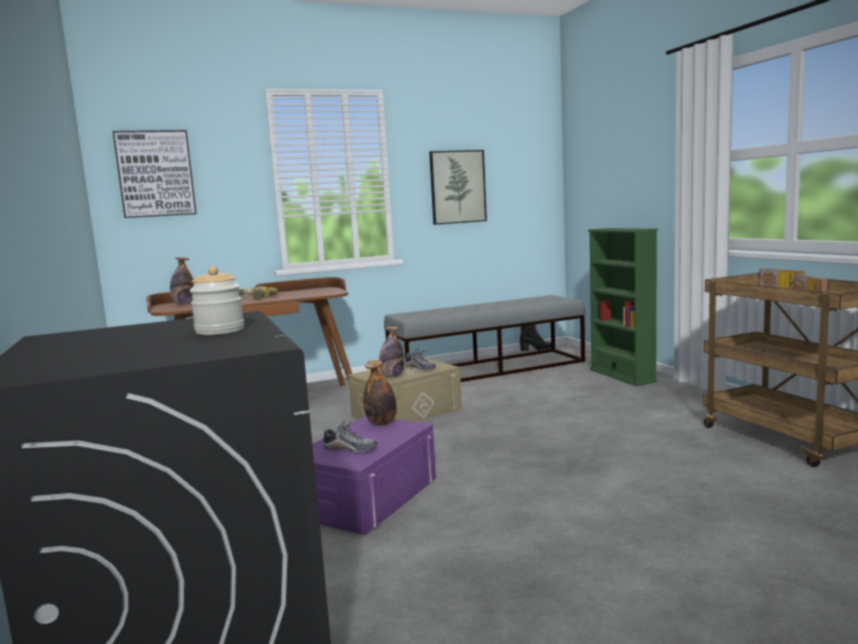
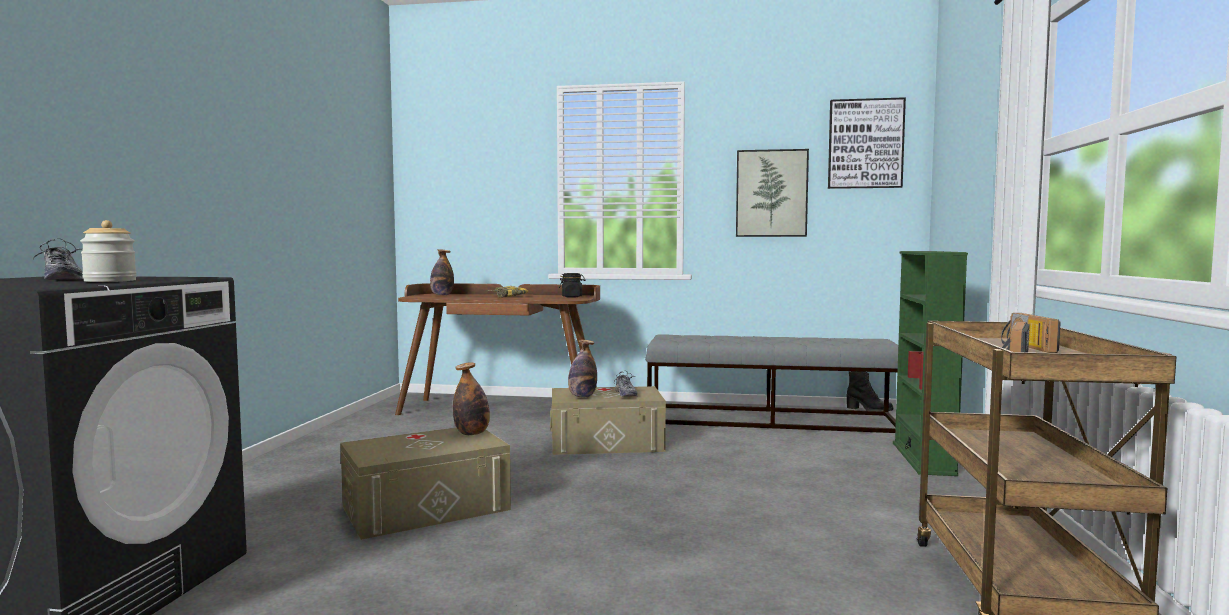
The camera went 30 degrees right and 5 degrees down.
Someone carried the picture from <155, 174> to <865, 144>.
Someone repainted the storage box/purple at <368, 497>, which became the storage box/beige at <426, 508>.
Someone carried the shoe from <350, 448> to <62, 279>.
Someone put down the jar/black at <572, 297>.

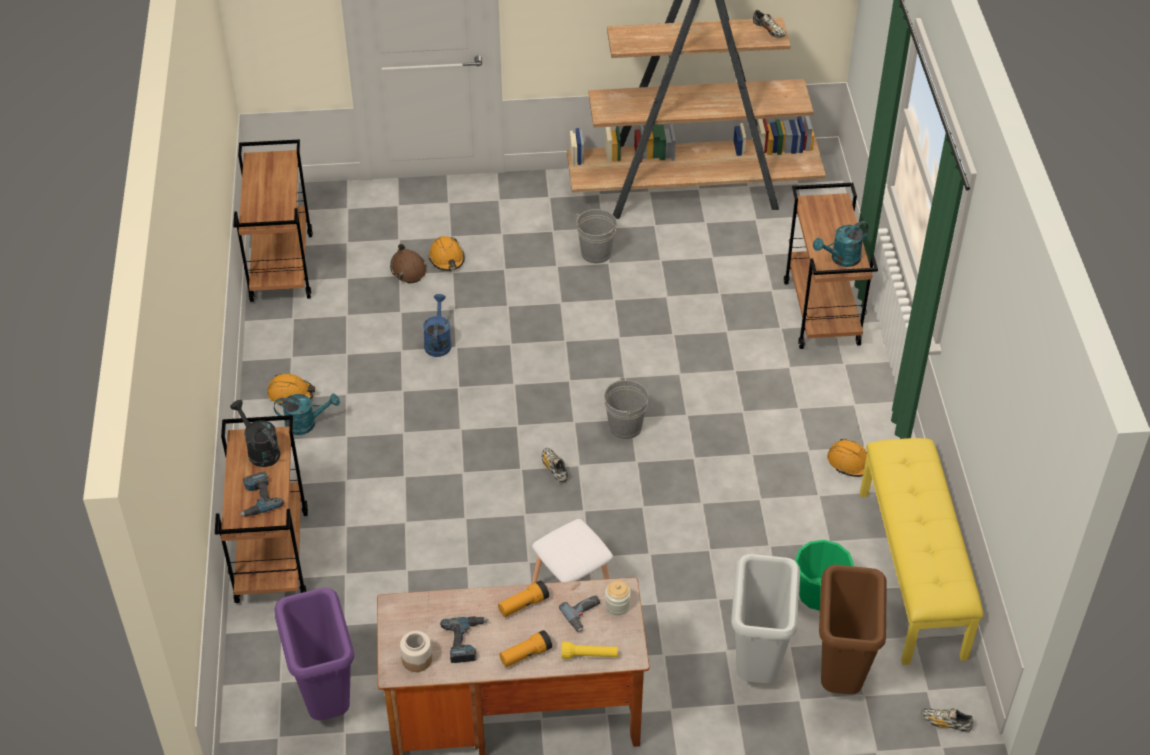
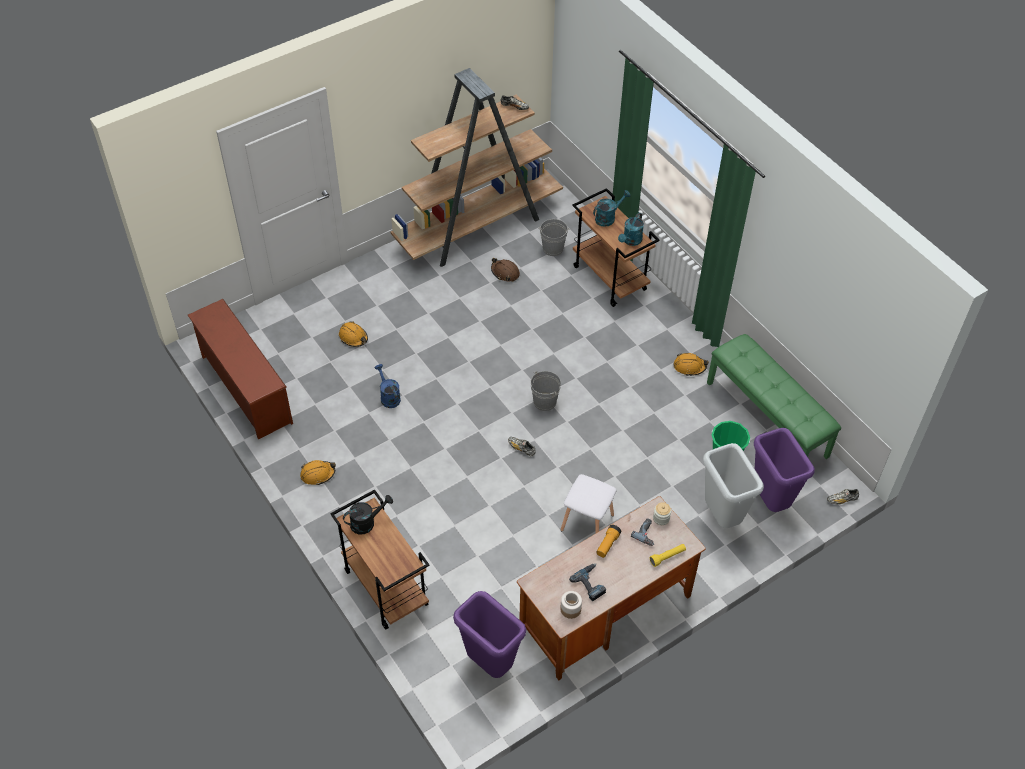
The camera went 30 degrees left and 5 degrees up.
Someone rotated the watering can/black at <260, 450> by 135 degrees clockwise.
Someone swapped the cart/brown at <281, 267> for the shoe rack/brown at <245, 389>.
Someone took away the power drill at <257, 499>.
Someone carried the watering can/turquoise from <306, 424> to <608, 217>.
Someone carried the hard hat/brown from <408, 269> to <505, 272>.
Someone took away the flashlight at <525, 655>.
Someone carried the bucket/grey from <596, 253> to <552, 248>.
Someone repainted the trash can/brown at <838, 677>, which became the trash can/purple at <769, 501>.
Someone repainted the bench/yellow at <913, 573>, which became the bench/green at <767, 419>.

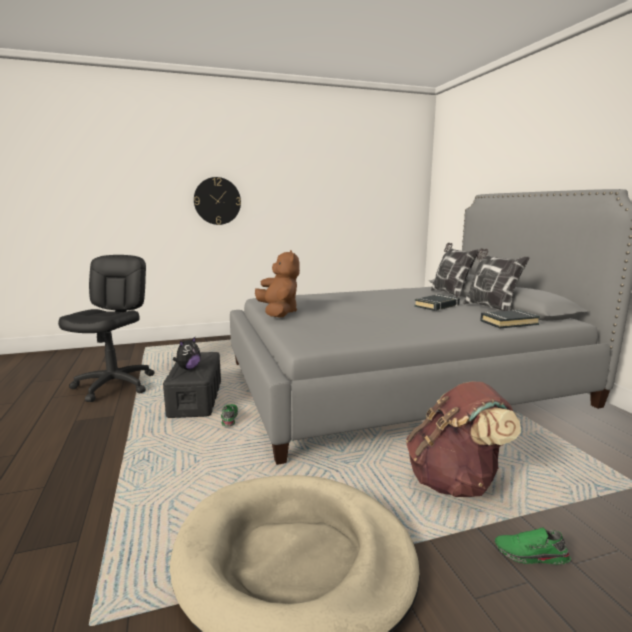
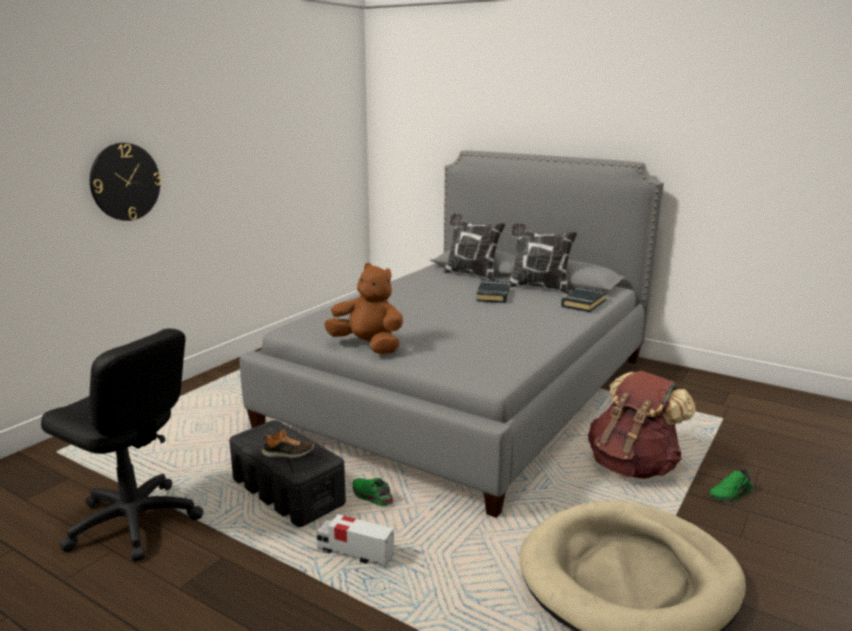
The camera went 40 degrees left and 5 degrees up.
Someone rotated the office chair/black at <114, 385> by 150 degrees clockwise.
Someone swapped the plush toy at <188, 368> for the shoe at <288, 453>.
Someone put down the toy truck at <354, 554>.

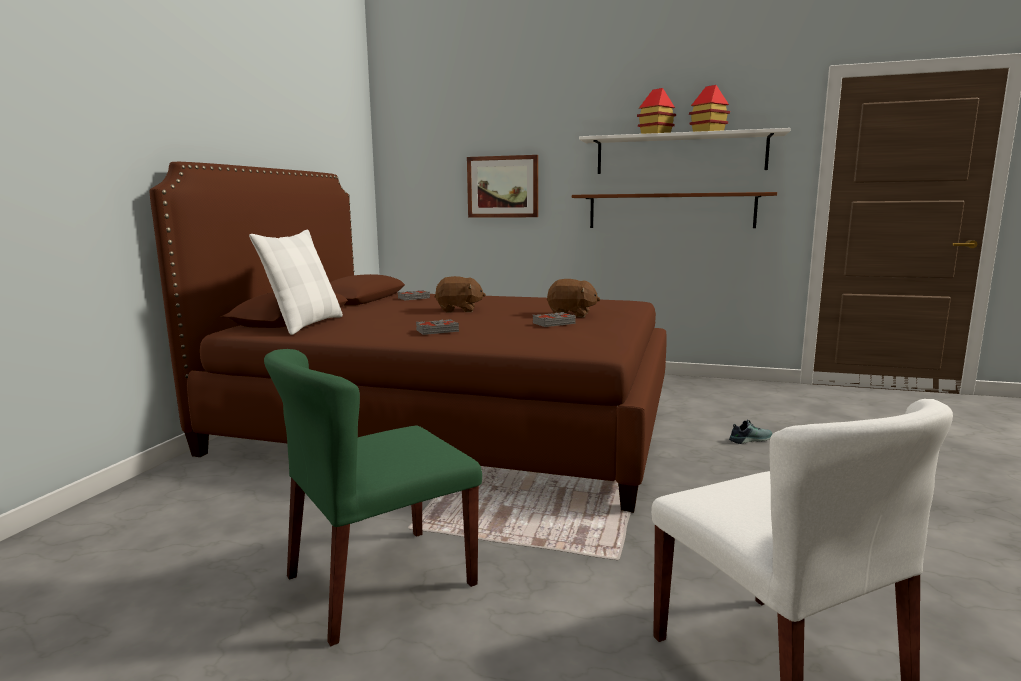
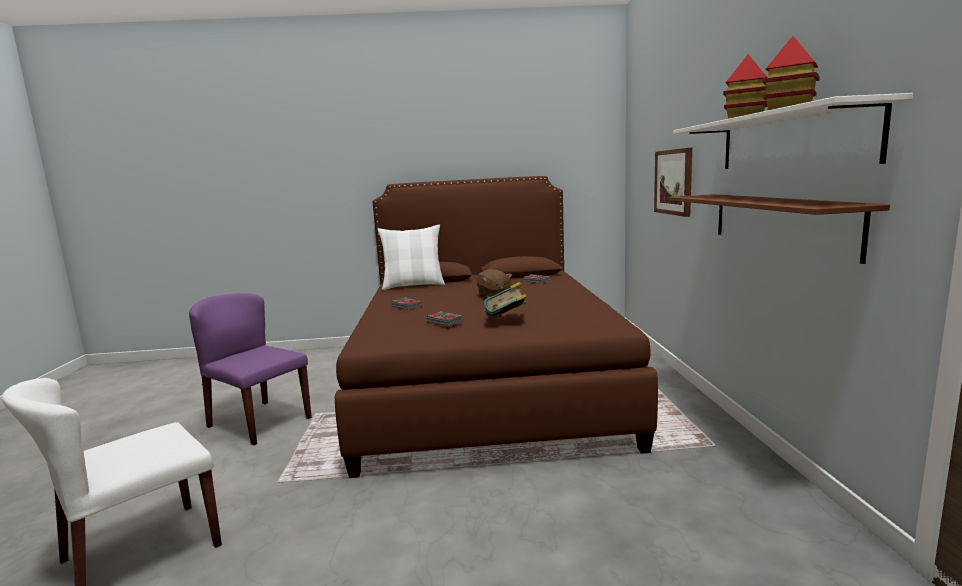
The camera went 70 degrees right and 0 degrees up.
Someone repainted the chair/green at <379, 581>, which became the chair/purple at <259, 422>.
Someone swapped the plush toy/brown at <571, 314> for the book at <506, 321>.
Someone took away the shoe at <749, 439>.

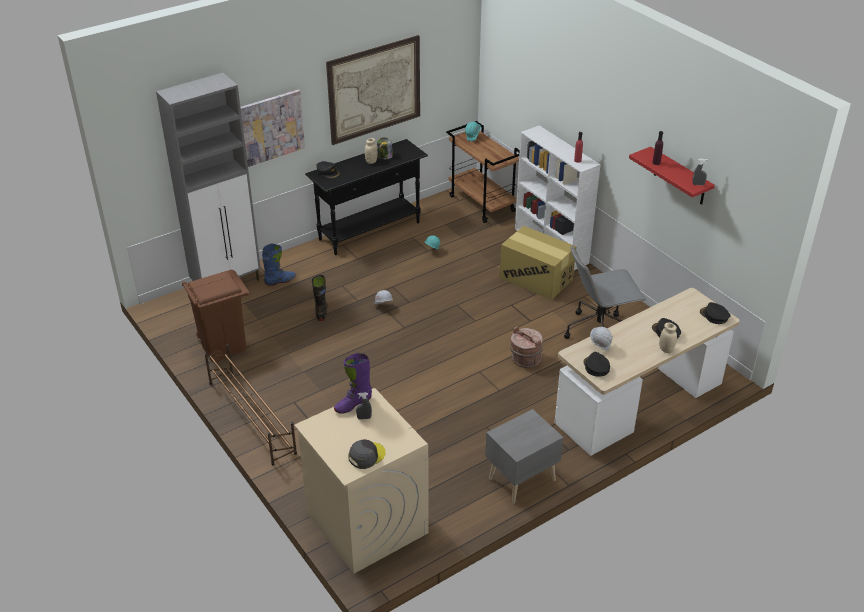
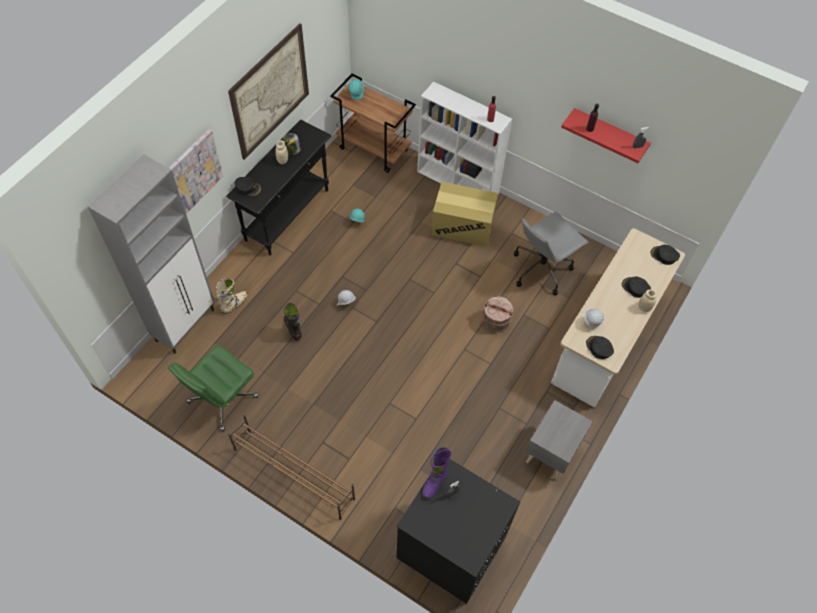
The camera went 25 degrees left and 20 degrees up.
Someone swapped the trash can/brown at <223, 345> for the office chair/green at <222, 400>.
Someone repainted the boot/blue at <280, 281>, which became the boot/beige at <235, 304>.
Someone repainted the washing machine/beige at <366, 522>, which became the washing machine/black at <450, 547>.
Someone took away the cap/grey at <366, 456>.

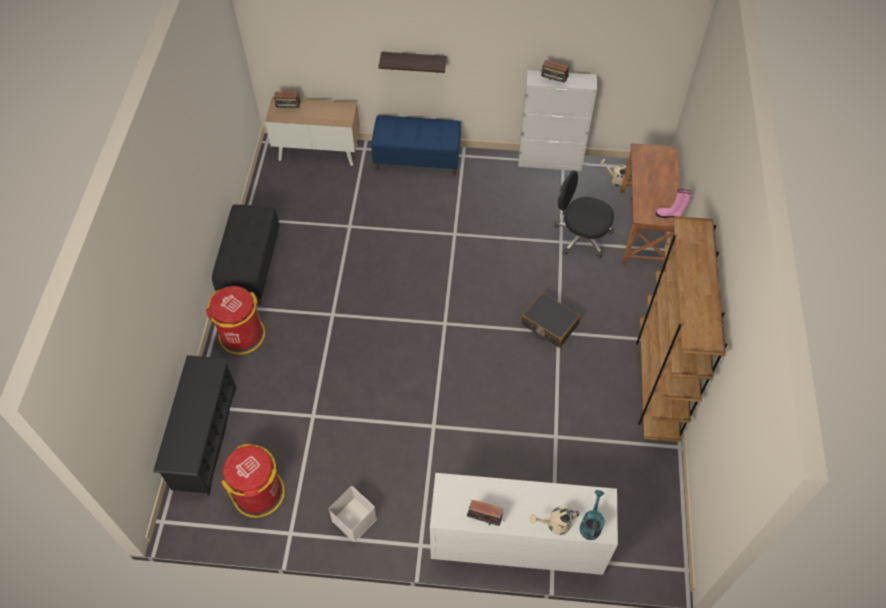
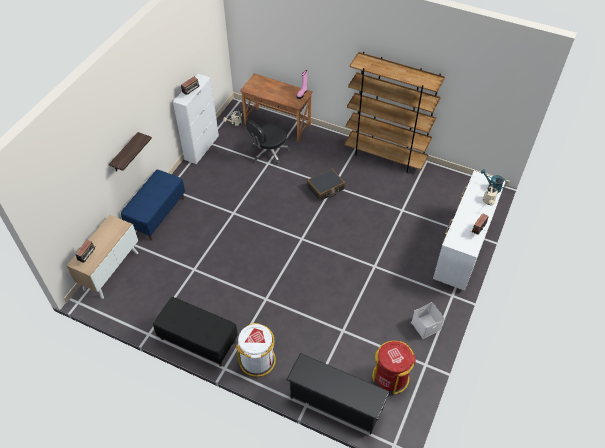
The camera went 70 degrees left and 5 degrees down.
Someone repainted the trash can/red at <241, 335>, which became the trash can/white at <258, 360>.

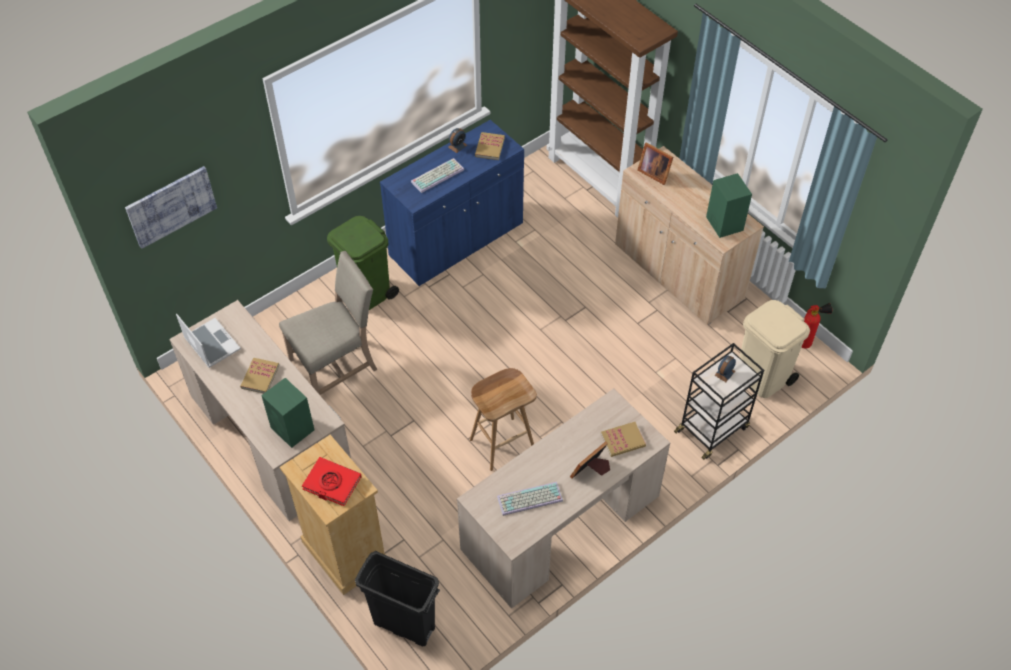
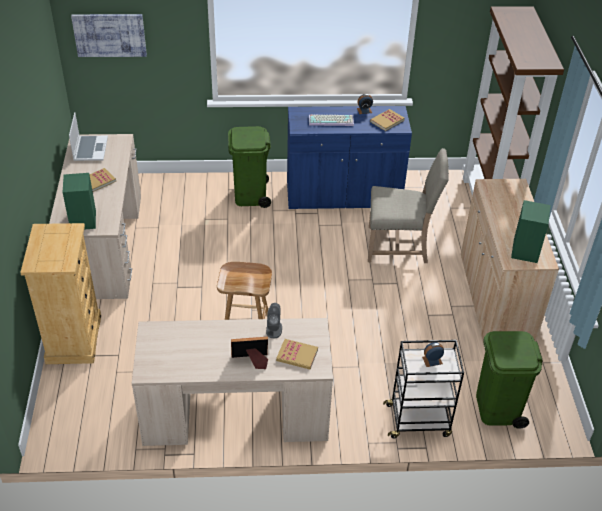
The camera went 35 degrees right and 10 degrees down.
Someone carried the chair/beige from <336, 365> to <399, 246>.
Someone took away the book/red at <332, 483>.
Someone took away the trash can/black at <403, 625>.
Someone took away the keyboard at <529, 500>.
Someone took away the picture frame at <654, 172>.
Someone repainted the trash can/beige at <762, 377>, which became the trash can/green at <498, 408>.
Someone took away the fire extinguisher at <807, 343>.
Someone put down the speaker/grey at <274, 329>.

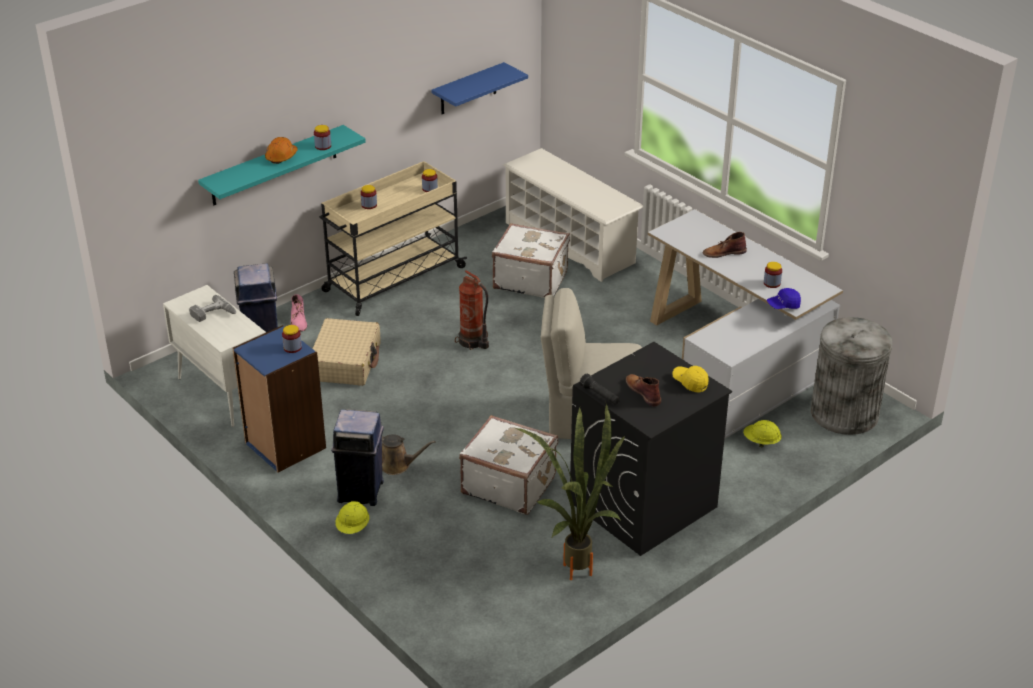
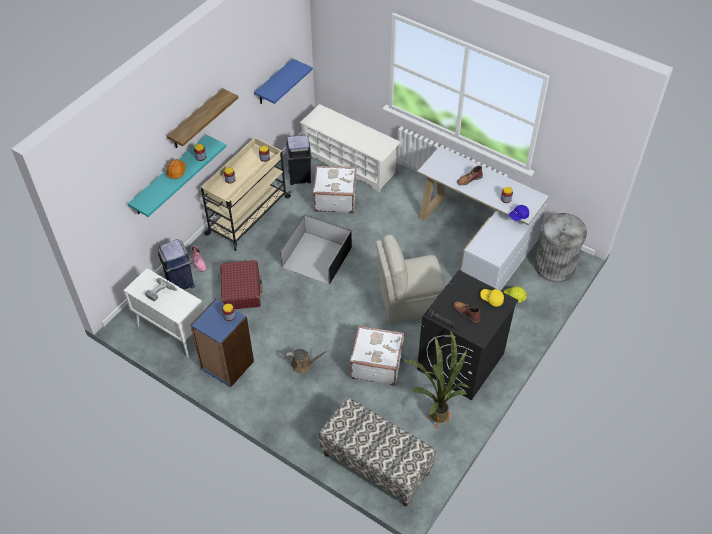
The camera went 15 degrees left and 15 degrees up.
Someone repainted the suitcase/beige at <345, 362>, which became the suitcase/red at <241, 290>.
Someone carried the trash can/blue from <361, 491> to <300, 176>.
Someone took away the hard hat/yellow at <353, 527>.
Someone swapped the fire extinguisher at <473, 342> for the storage box/black at <316, 257>.
Someone put up the shelf at <196, 119>.
Someone put down the bench at <375, 464>.

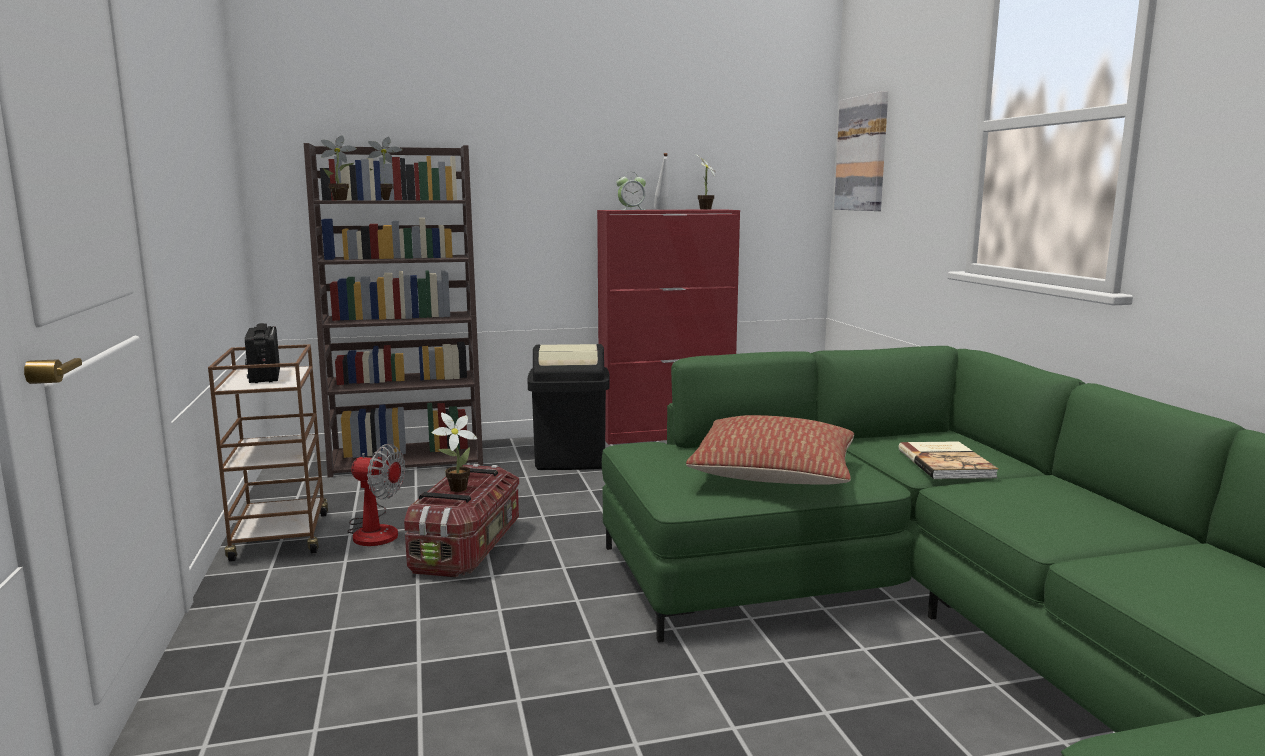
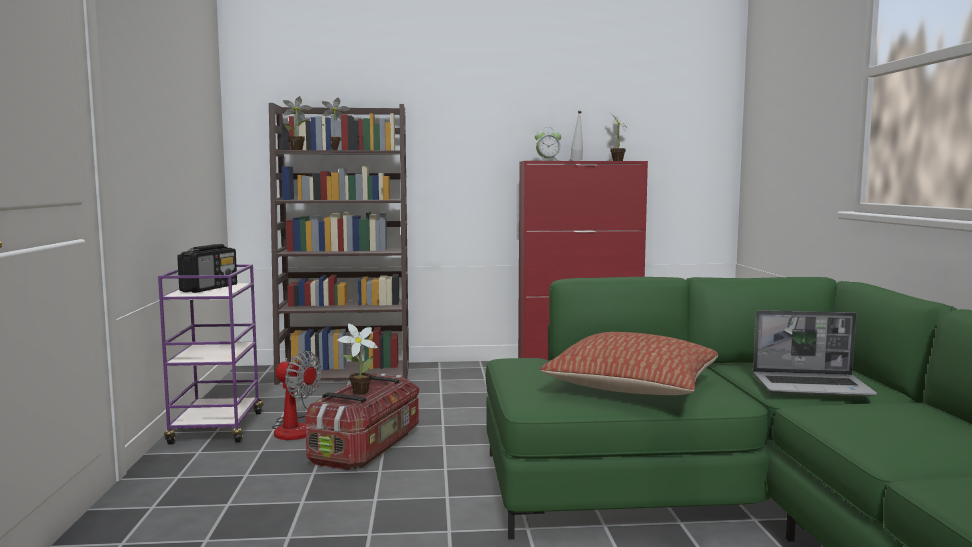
The camera went 10 degrees right and 5 degrees down.
Someone repainted the cart/brown at <281, 538>, which became the cart/purple at <217, 429>.
Someone rotated the radio at <265, 376> by 150 degrees counterclockwise.
Someone took away the trash can/black at <570, 459>.
Someone took away the picture at <862, 153>.
Someone swapped the book at <947, 463> for the laptop at <812, 386>.

